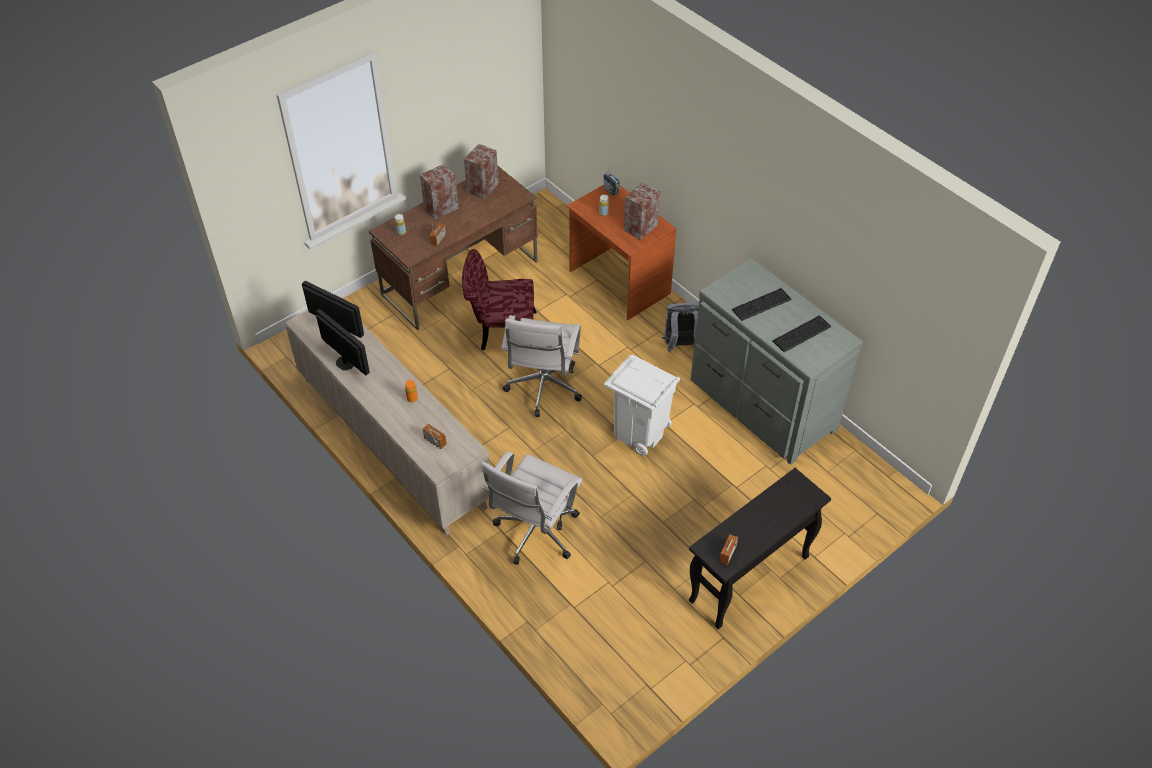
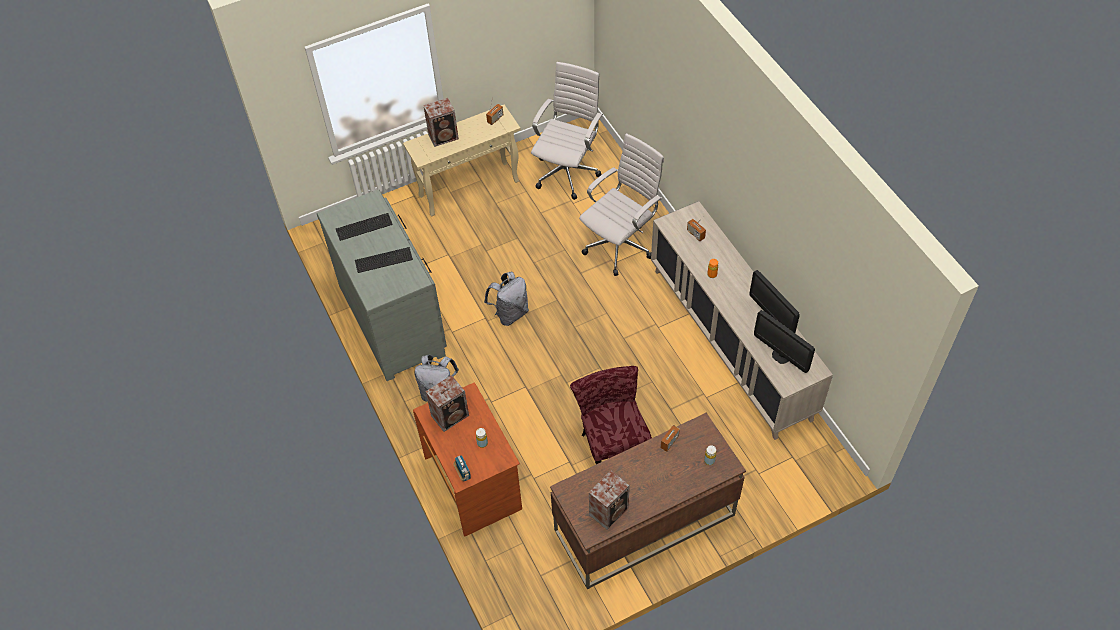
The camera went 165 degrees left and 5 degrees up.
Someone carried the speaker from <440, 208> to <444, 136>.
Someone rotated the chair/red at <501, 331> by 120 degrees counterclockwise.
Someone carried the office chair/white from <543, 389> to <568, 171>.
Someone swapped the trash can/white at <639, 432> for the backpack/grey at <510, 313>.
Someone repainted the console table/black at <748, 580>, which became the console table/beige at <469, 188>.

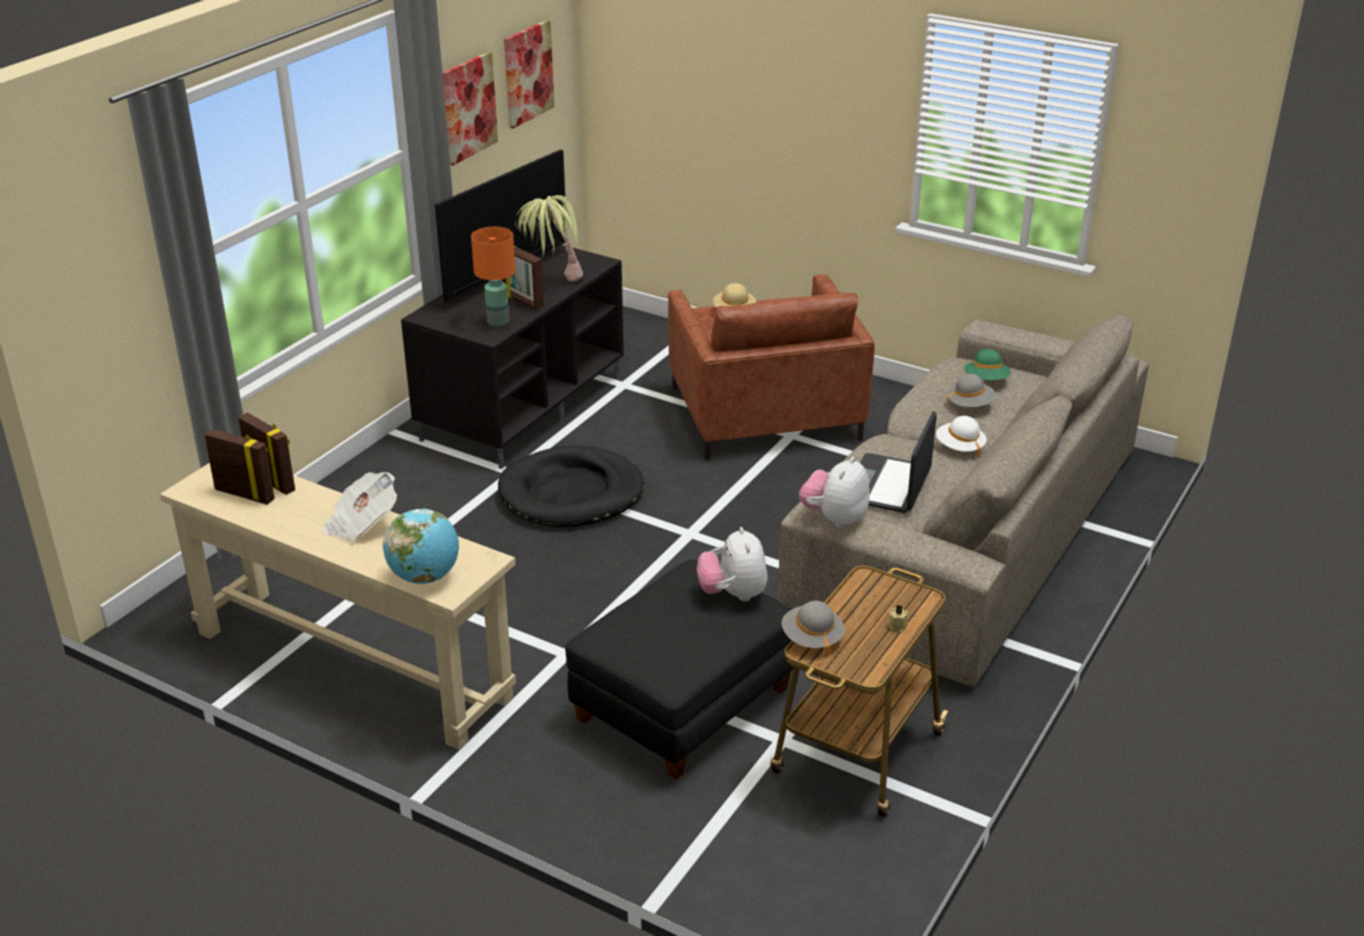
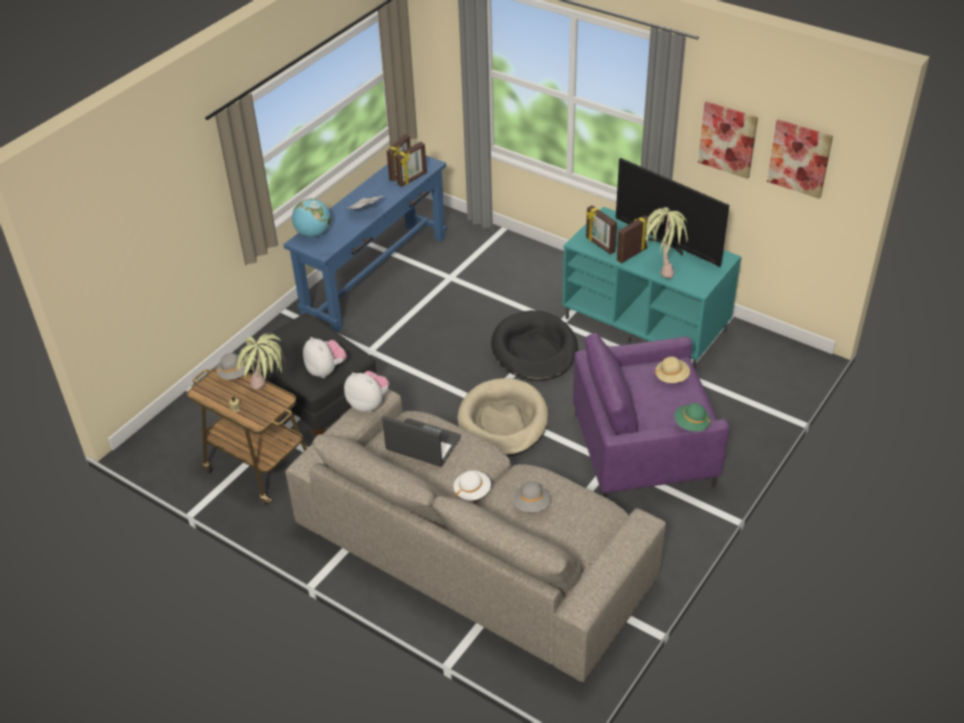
The camera went 95 degrees right and 10 degrees up.
Someone repainted the console table/beige at <352, 664>, which became the console table/blue at <376, 275>.
Someone repainted the tv stand/black at <522, 406>, which became the tv stand/turquoise at <647, 324>.
Someone swapped the table lamp/orange at <498, 321> for the picture frame at <600, 245>.
Someone repainted the armchair/brown at <764, 413>, which became the armchair/purple at <643, 449>.
Someone rotated the plush toy at <733, 594> by 60 degrees clockwise.
Someone carried the hat/green from <986, 380> to <691, 424>.
Someone put down the potted plant at <268, 395>.
Someone put down the dog bed/beige at <502, 421>.

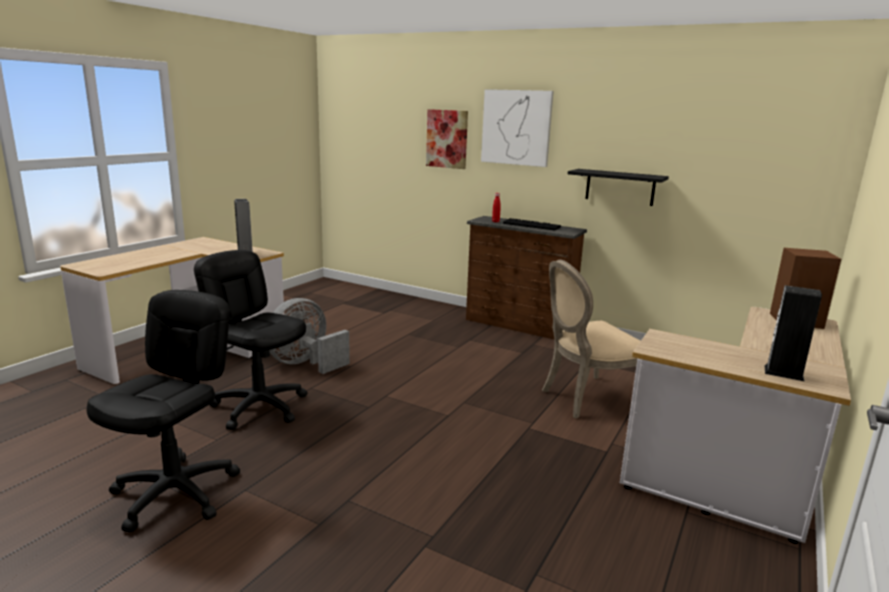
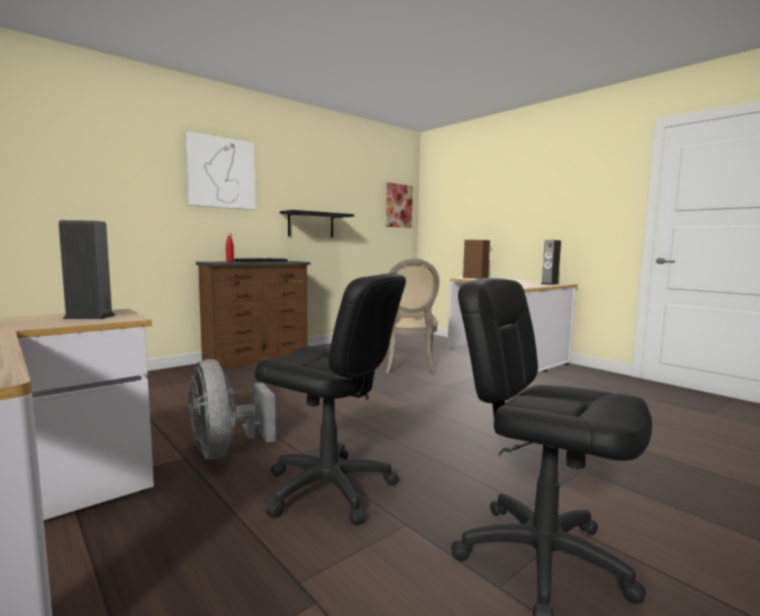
The camera went 70 degrees left and 10 degrees down.
Someone rotated the office chair/black at <260, 407> by 120 degrees counterclockwise.
Someone carried the picture from <447, 139> to <398, 206>.

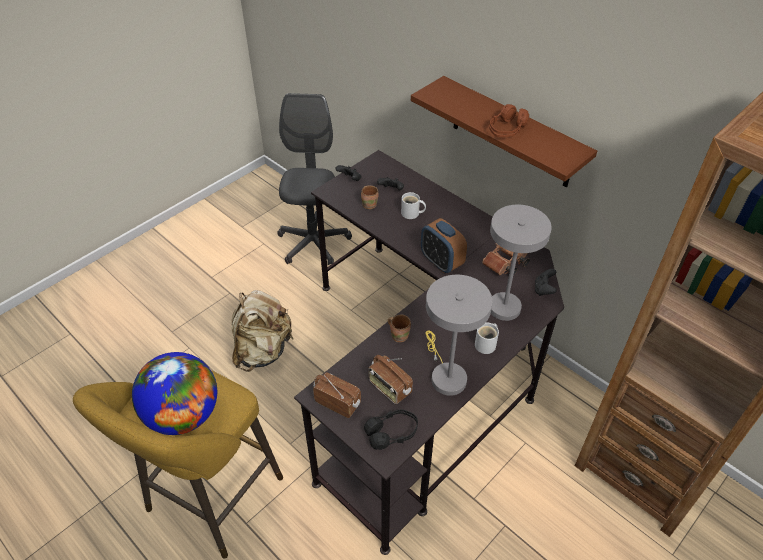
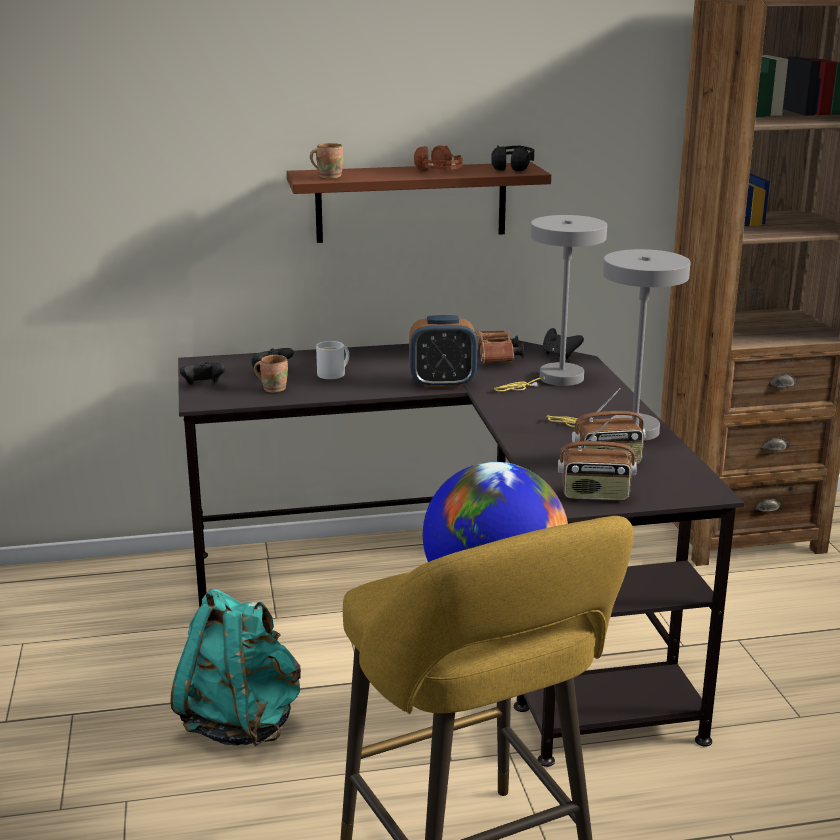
The camera went 55 degrees left and 25 degrees down.
Someone repainted the backpack/beige at <263, 350>, which became the backpack/turquoise at <241, 723>.
Someone took away the office chair/grey at <313, 243>.
Someone rotated the radio at <338, 402> by 150 degrees counterclockwise.
Someone carried the headphones/black from <392, 433> to <513, 167>.
Someone carried the mug/brown from <399, 335> to <328, 177>.
Someone took away the mug/white at <487, 344>.

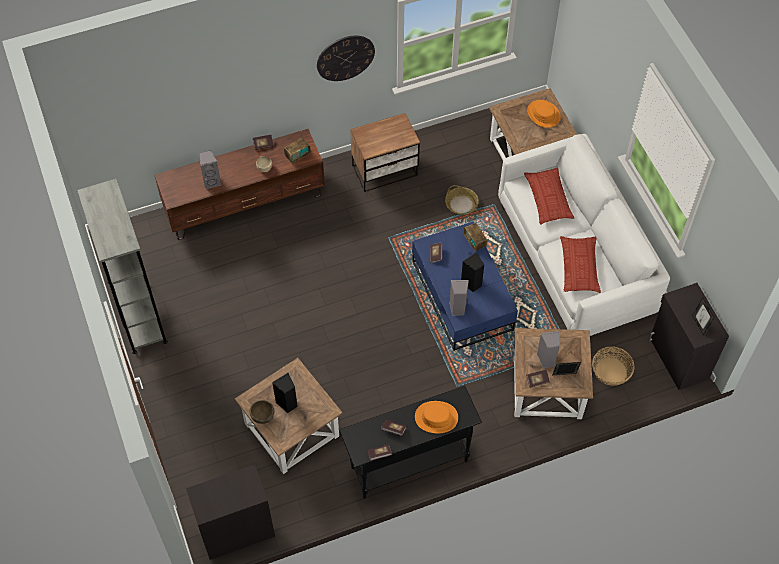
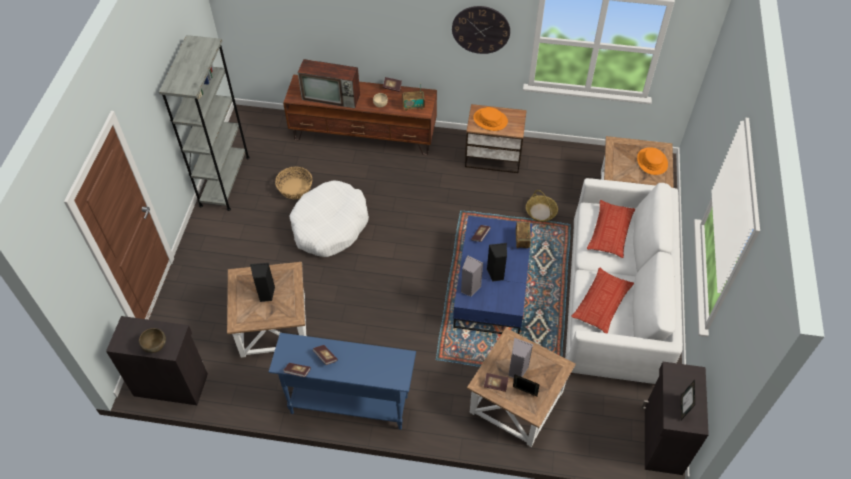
The camera went 30 degrees right and 5 degrees down.
Someone swapped the speaker/grey at <211, 181> for the television at <332, 97>.
Someone carried the bowl/brown from <262, 417> to <155, 347>.
Someone repainted the console table/black at <409, 464>, which became the console table/blue at <349, 404>.
Someone carried the hat/orange from <436, 417> to <490, 120>.
Someone carried the basket from <611, 372> to <295, 189>.
Someone put down the dog bed/white at <330, 226>.

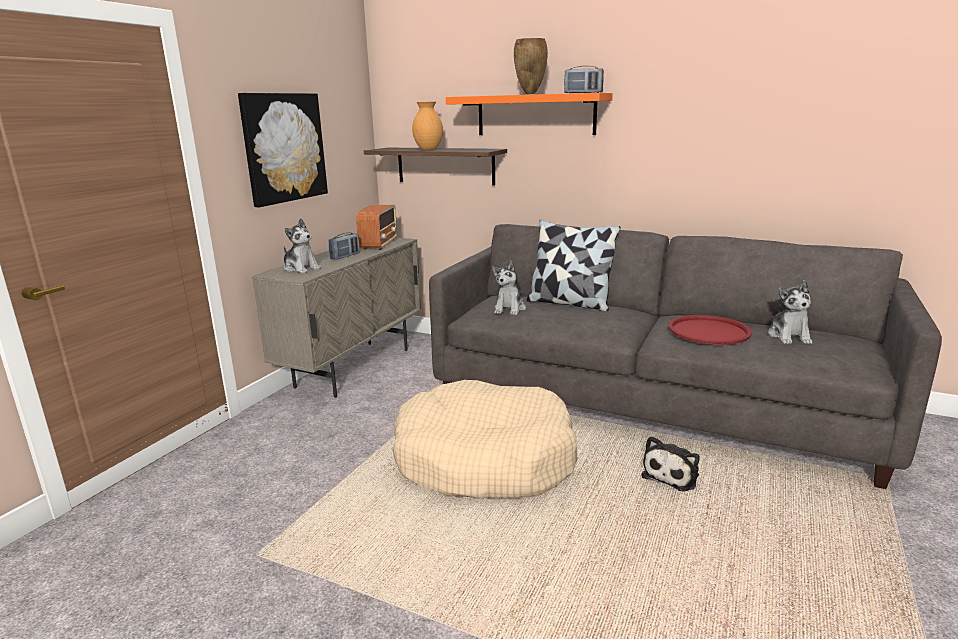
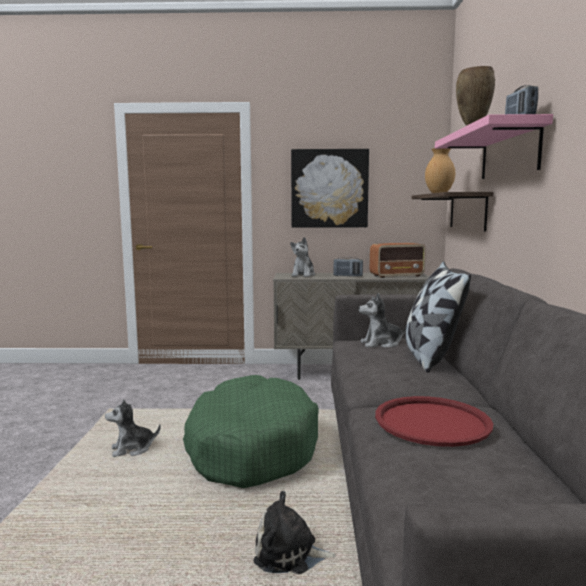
The camera went 65 degrees right and 10 degrees down.
Someone repainted the dog bed/beige at <484, 459>, which became the dog bed/green at <251, 447>.
Someone repainted the shelf/orange at <535, 115>, which became the shelf/pink at <509, 152>.
Someone carried the plush toy from <789, 336> to <132, 449>.

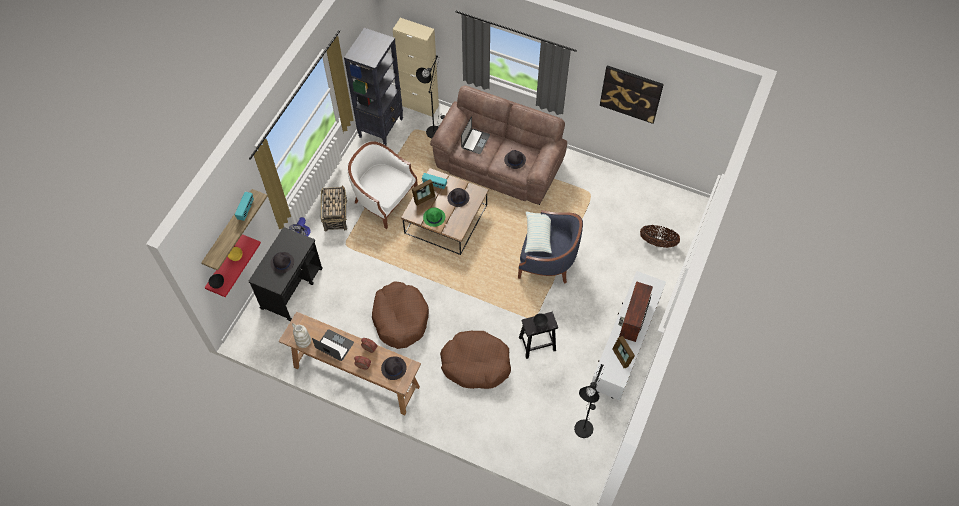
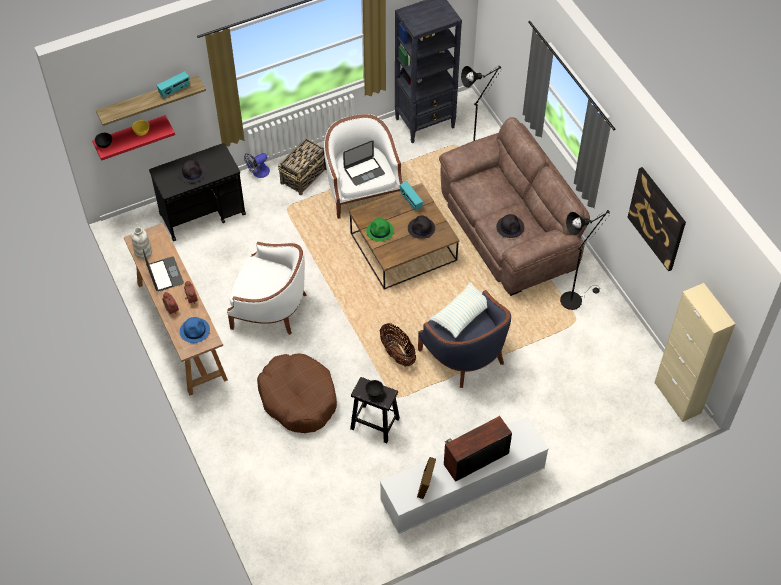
The camera went 40 degrees right and 5 degrees down.
Someone swapped the dog bed/brown at <400, 318> for the armchair/white at <270, 308>.
Someone repainted the hat/black at <393, 368>, which became the hat/blue at <195, 330>.
Someone carried the cabinet/beige from <419, 105> to <677, 398>.
Someone took away the picture frame at <424, 198>.
Someone carried the laptop from <475, 141> to <364, 171>.
Someone carried the floor lamp/black from <584, 425> to <574, 298>.
Someone carried the basket from <657, 242> to <397, 353>.

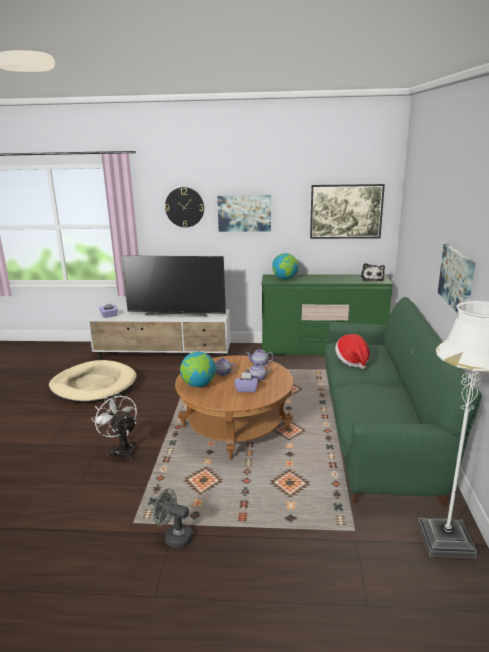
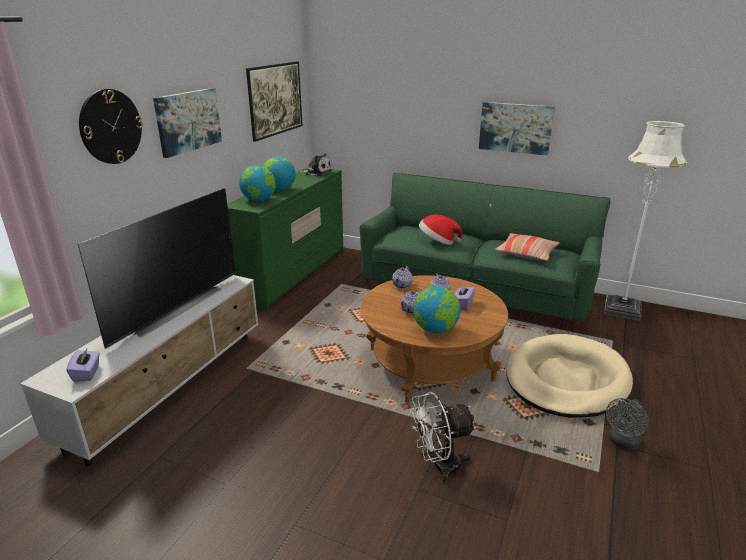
The camera went 70 degrees left and 5 degrees up.
Someone carried the dog bed/beige from <94, 385> to <566, 380>.
Someone put down the globe at <279, 190>.
Someone put down the pillow at <527, 253>.

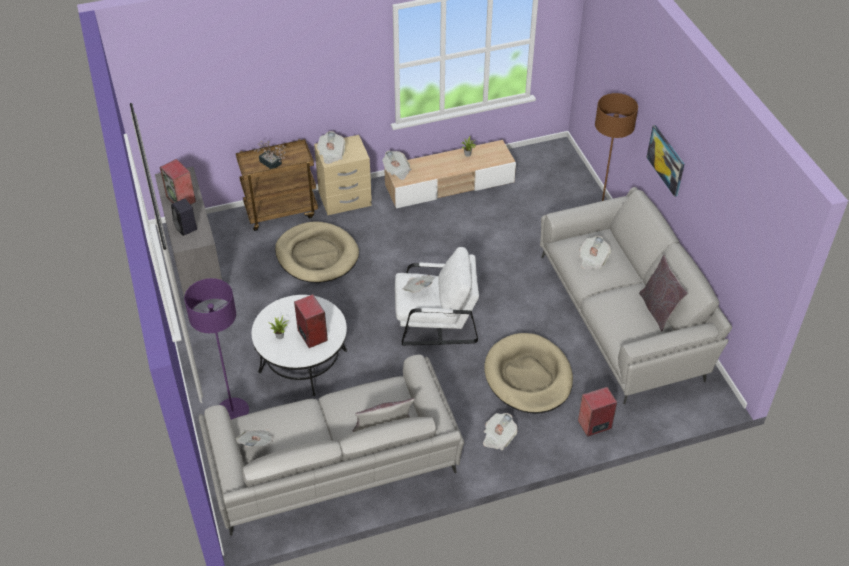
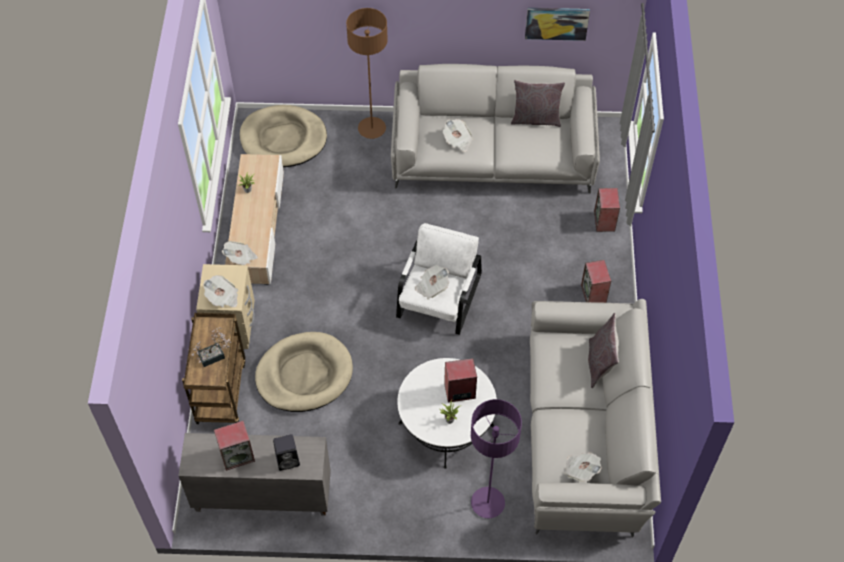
The camera went 70 degrees left and 10 degrees up.
Someone swapped the newspaper at <498, 437> for the speaker at <594, 294>.
Someone carried the dog bed/beige from <528, 376> to <283, 139>.
Someone carried the picture from <666, 160> to <556, 23>.

